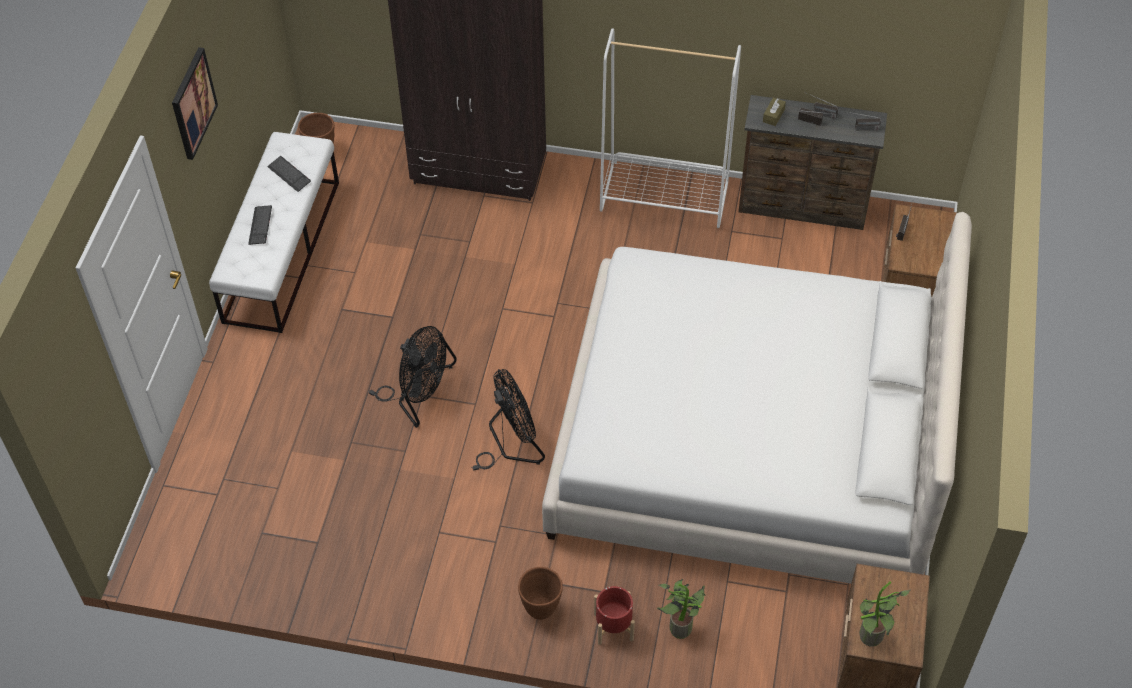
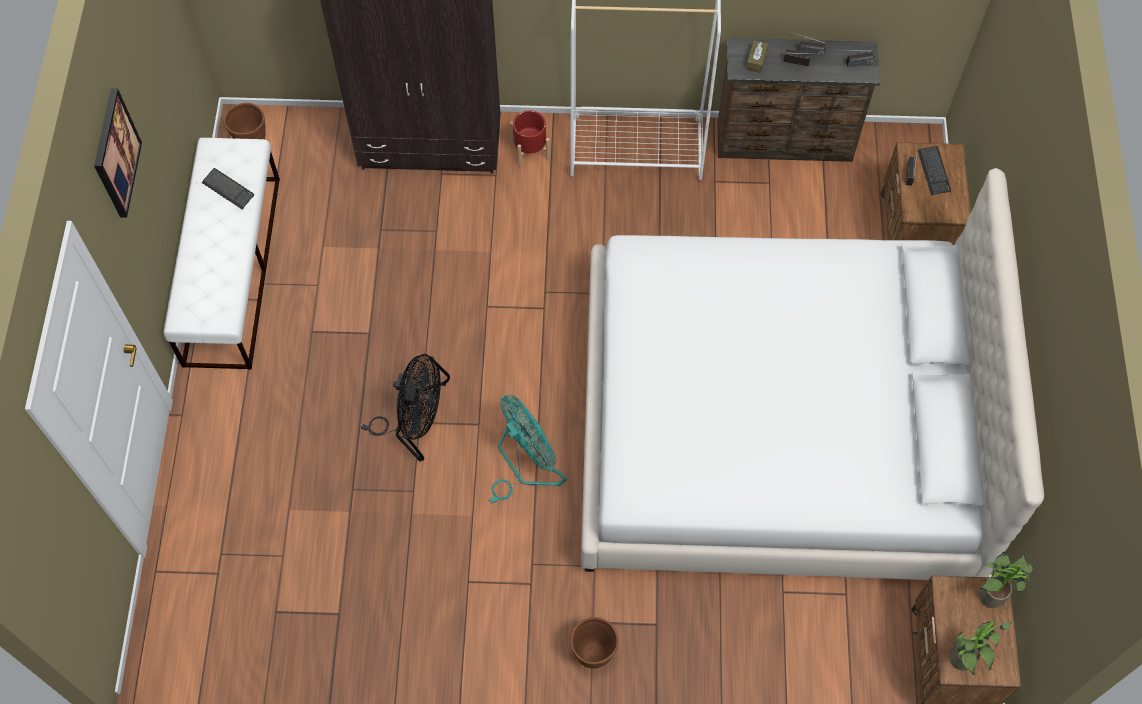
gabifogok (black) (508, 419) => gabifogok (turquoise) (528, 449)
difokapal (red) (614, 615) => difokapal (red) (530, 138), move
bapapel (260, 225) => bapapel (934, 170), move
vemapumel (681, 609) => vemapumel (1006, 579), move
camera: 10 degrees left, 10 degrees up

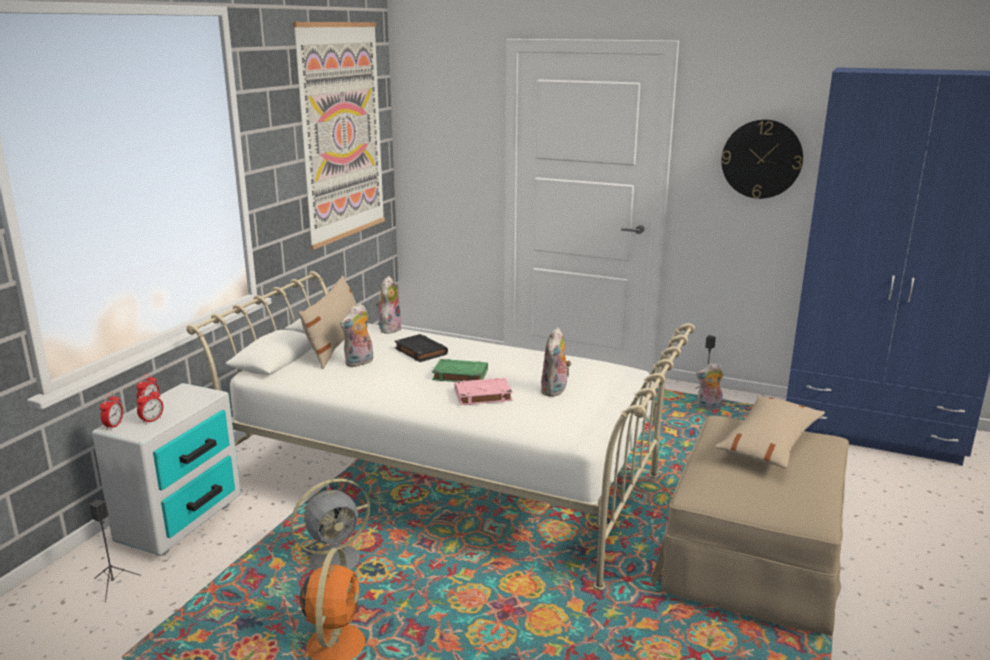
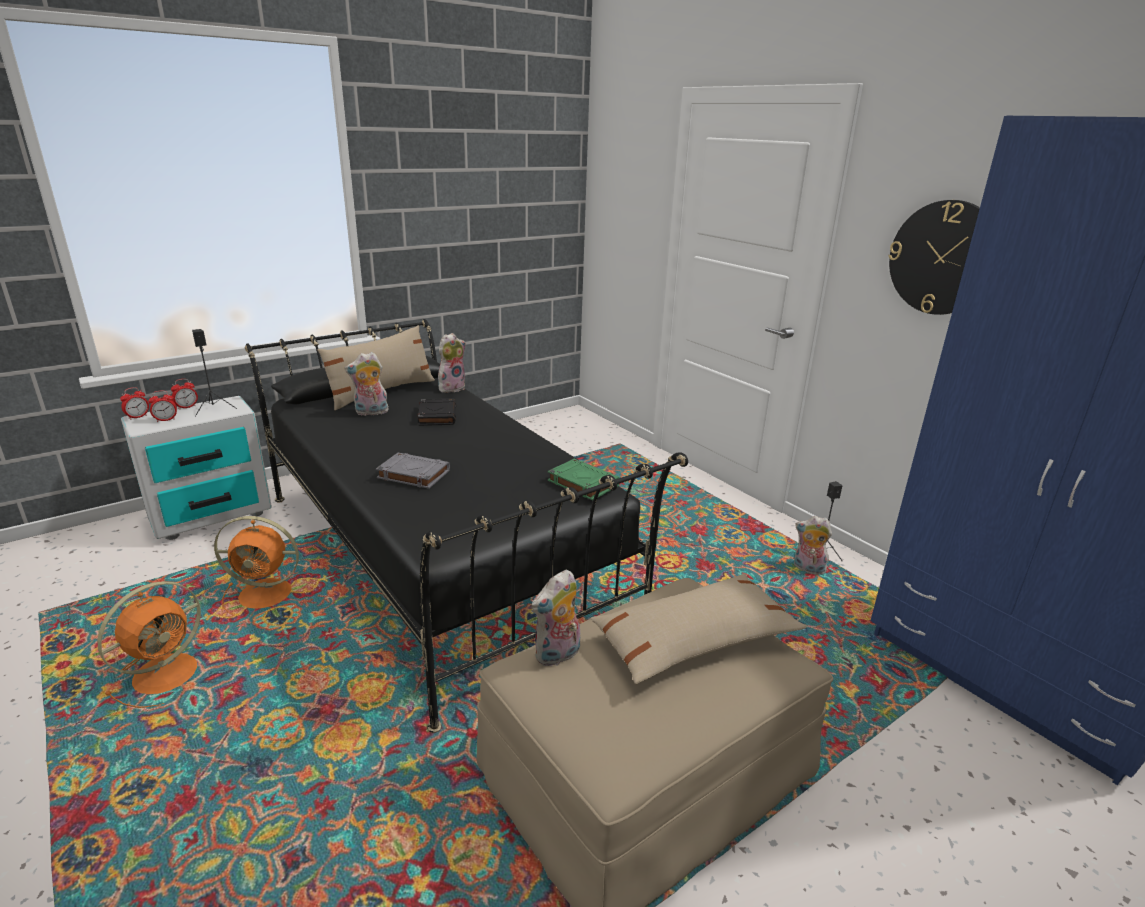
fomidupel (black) (115, 551) => fomidupel (black) (214, 373), move
gabifogok (grey) (329, 529) => gabifogok (orange) (256, 565)
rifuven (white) (440, 430) => rifuven (black) (466, 526)
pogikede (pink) (483, 391) => pogikede (grey) (413, 471)
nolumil (556, 362) => nolumil (555, 618), move
pogikede (green) (460, 370) => pogikede (green) (584, 479), move
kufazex (338, 136) => nothing
camera: 30 degrees right, 5 degrees up

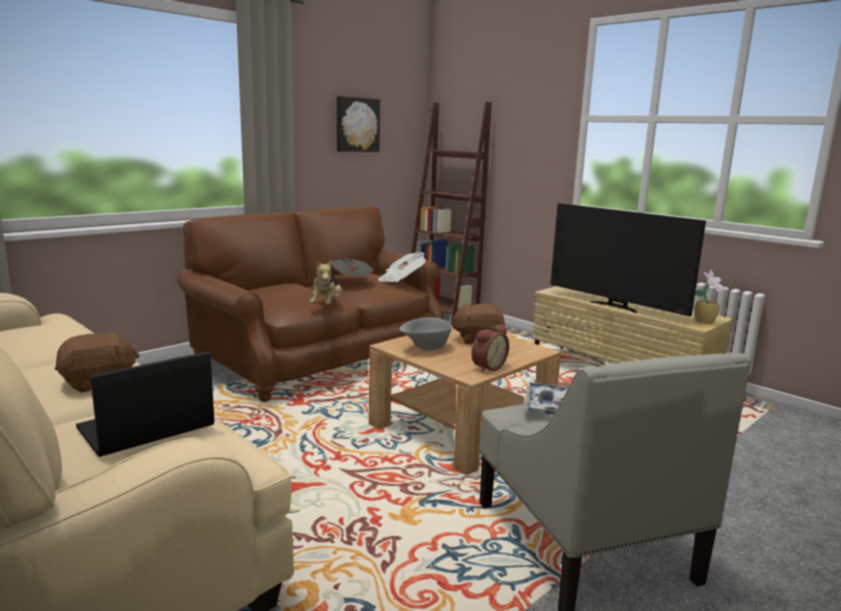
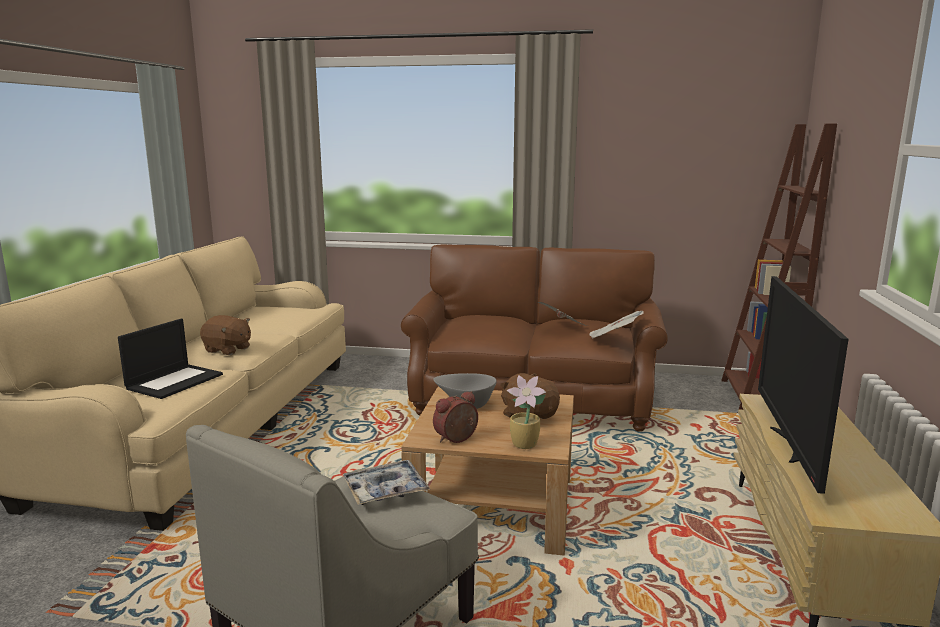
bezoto (145, 404) => bezoto (170, 359), 105 degrees clockwise
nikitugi (490, 348) => nikitugi (455, 417), 135 degrees clockwise
vemapumel (710, 297) => vemapumel (526, 412), move
nolumil (326, 282) => nothing
kufazex (358, 124) => nothing
camera: 55 degrees right, 0 degrees up

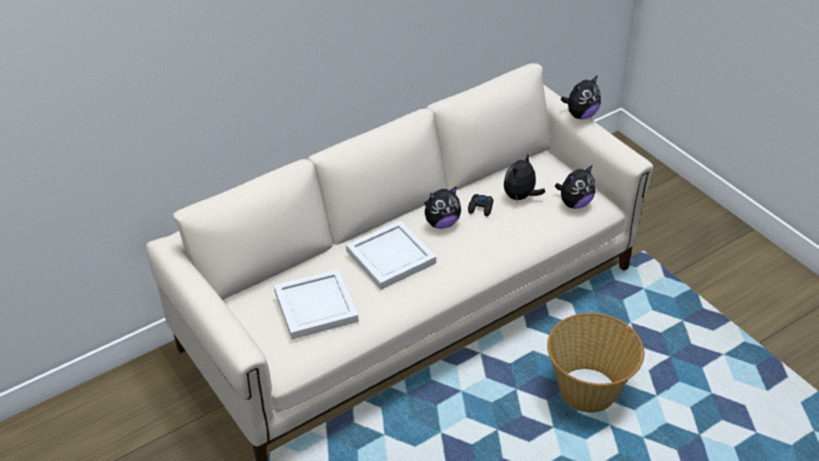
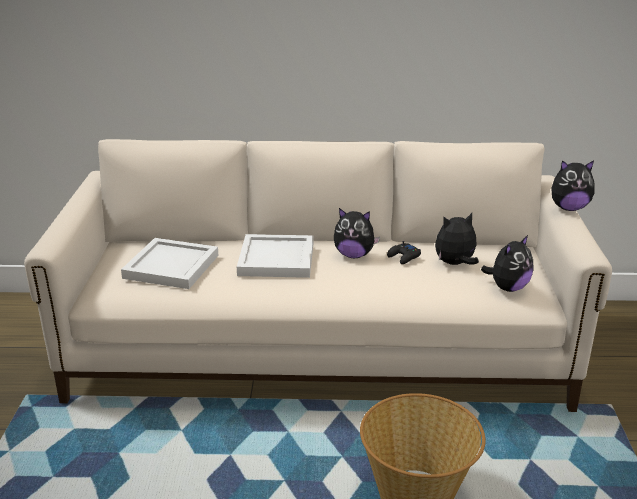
nolumil (575, 187) => nolumil (507, 263), 45 degrees counterclockwise
camera: 35 degrees right, 15 degrees down

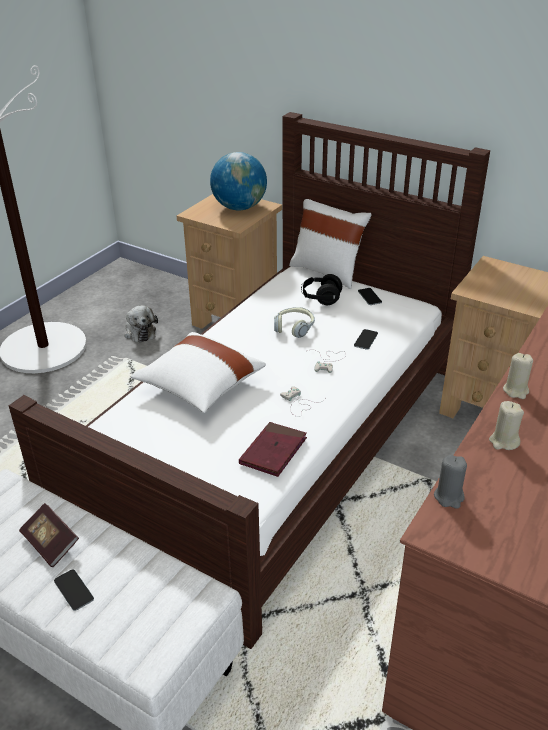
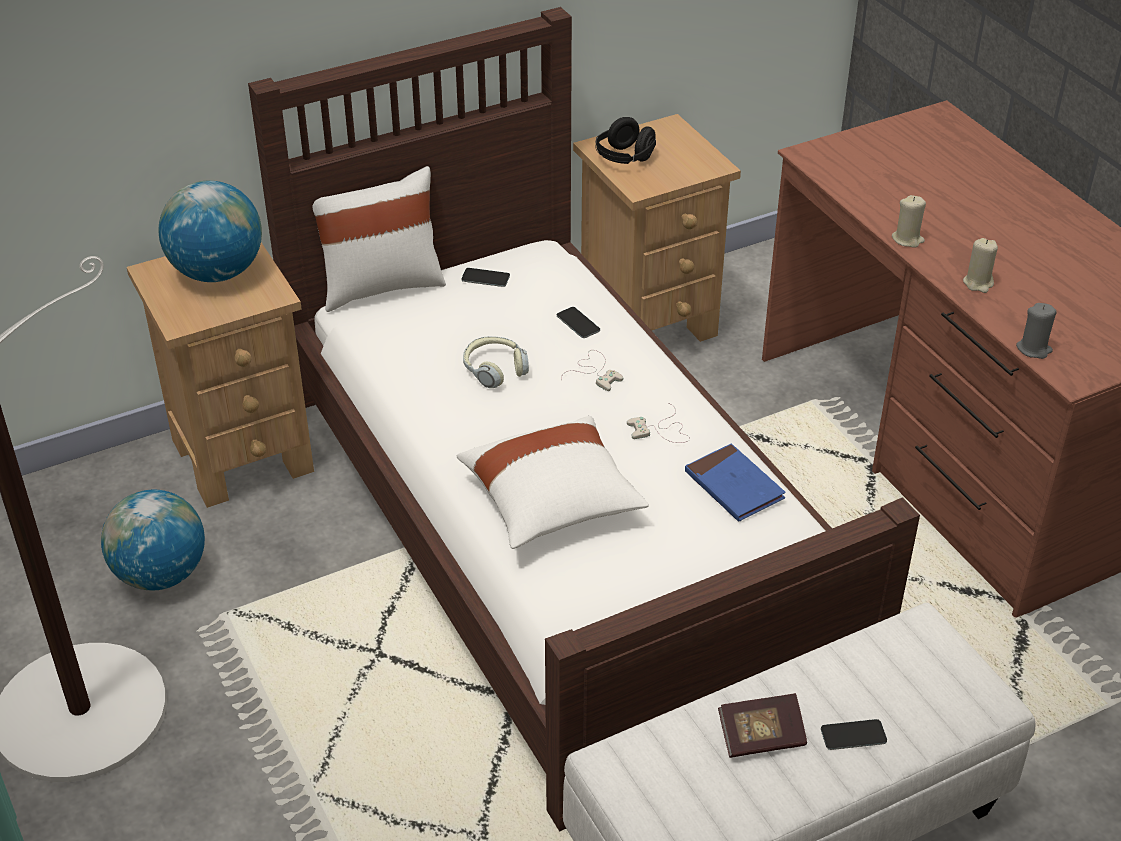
nolumil (141, 324) => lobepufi (153, 540)
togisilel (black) (321, 289) => togisilel (black) (626, 140), move
pogikede (red) (273, 449) => pogikede (blue) (735, 482)
camera: 60 degrees left, 5 degrees up

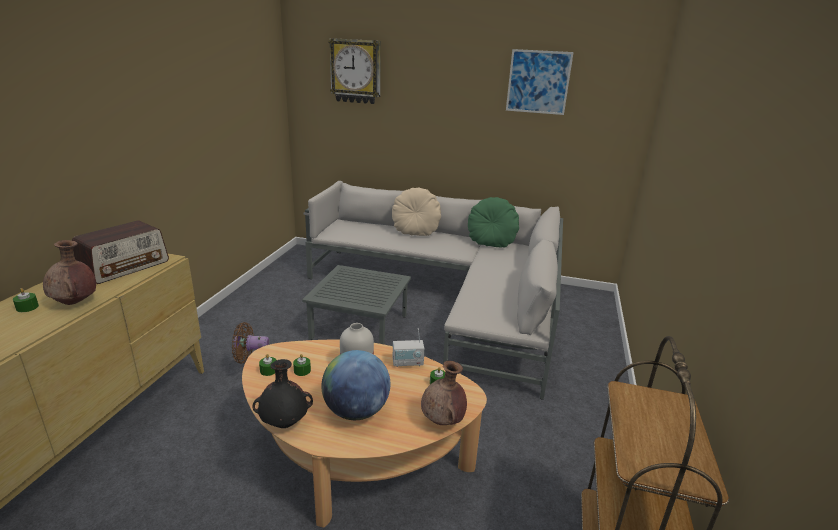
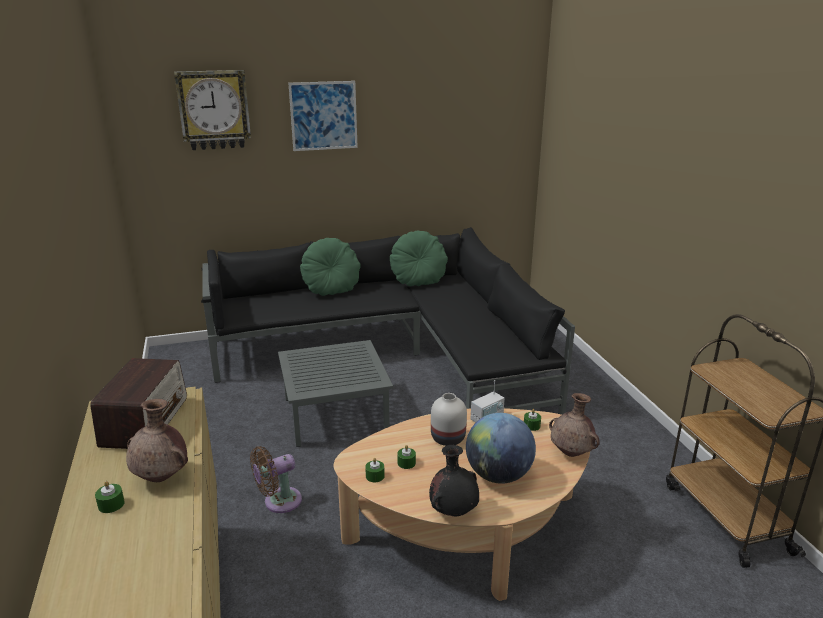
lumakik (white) (432, 290) => lumakik (black) (388, 337)
kufazex (540, 82) => kufazex (323, 116), move
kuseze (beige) (416, 212) => kuseze (green) (330, 267)
camera: 30 degrees left, 0 degrees up

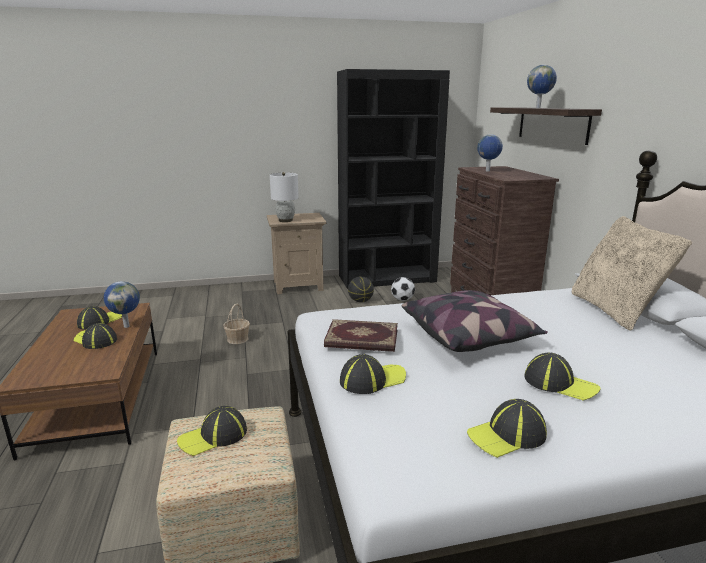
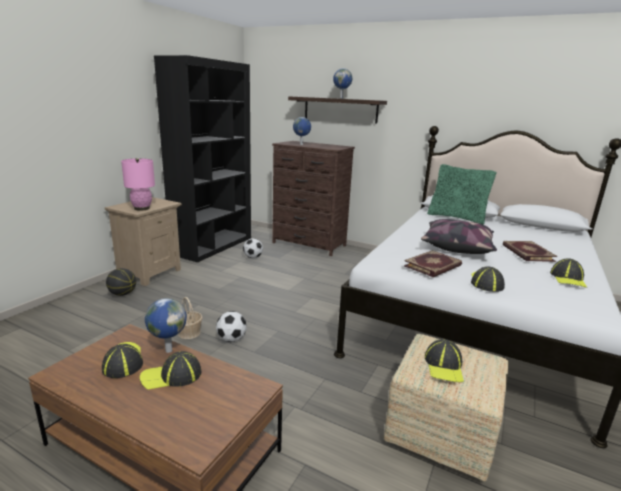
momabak (361, 289) => momabak (121, 282), move
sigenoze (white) (284, 197) => sigenoze (pink) (138, 184)
nothing => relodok (231, 326)
kuseze (beige) (631, 273) => kuseze (green) (462, 194)
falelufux (562, 376) => pogikede (530, 251)
camera: 50 degrees left, 0 degrees up

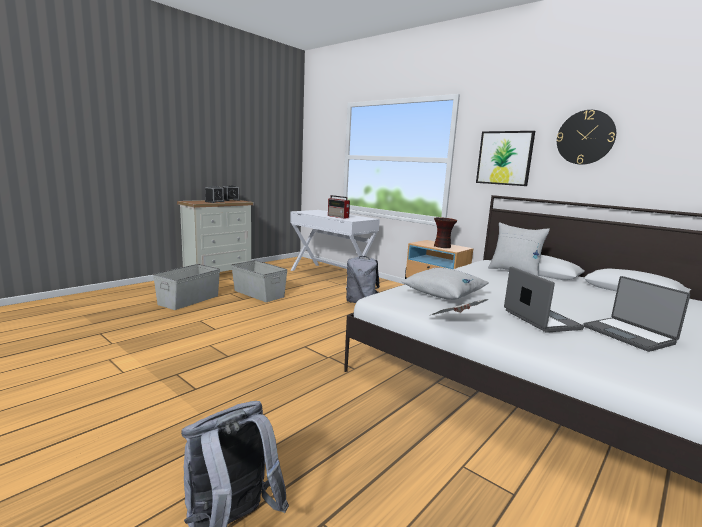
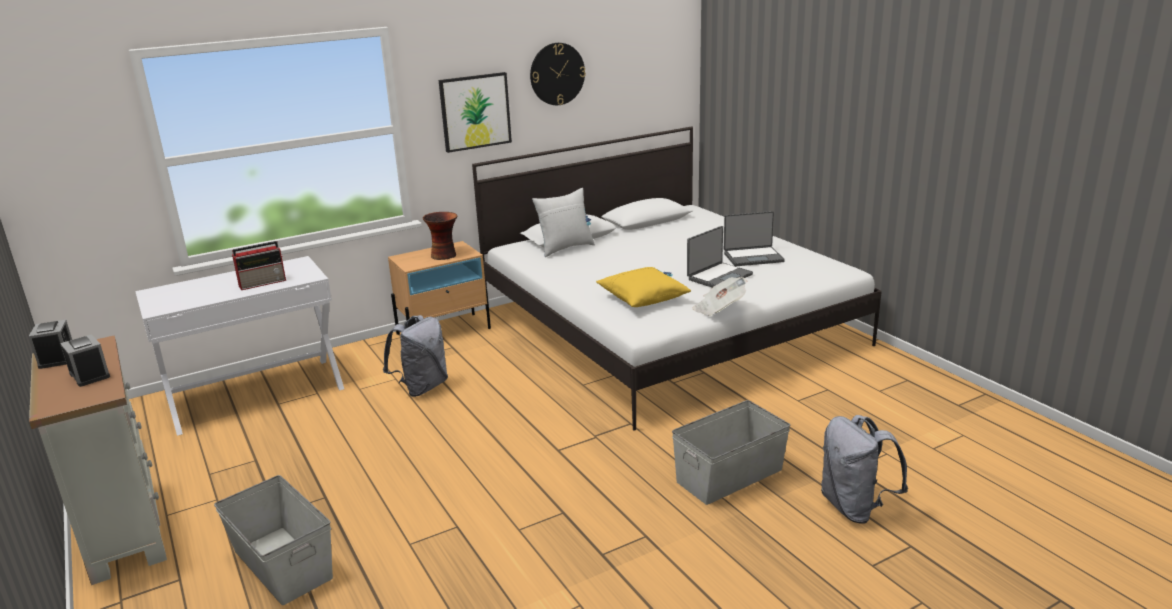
kuseze (grey) (445, 283) => kuseze (yellow) (643, 287)
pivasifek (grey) (259, 281) => pivasifek (grey) (731, 452), move
bezoto (544, 300) => bezoto (720, 256), 135 degrees clockwise
camera: 70 degrees left, 10 degrees up

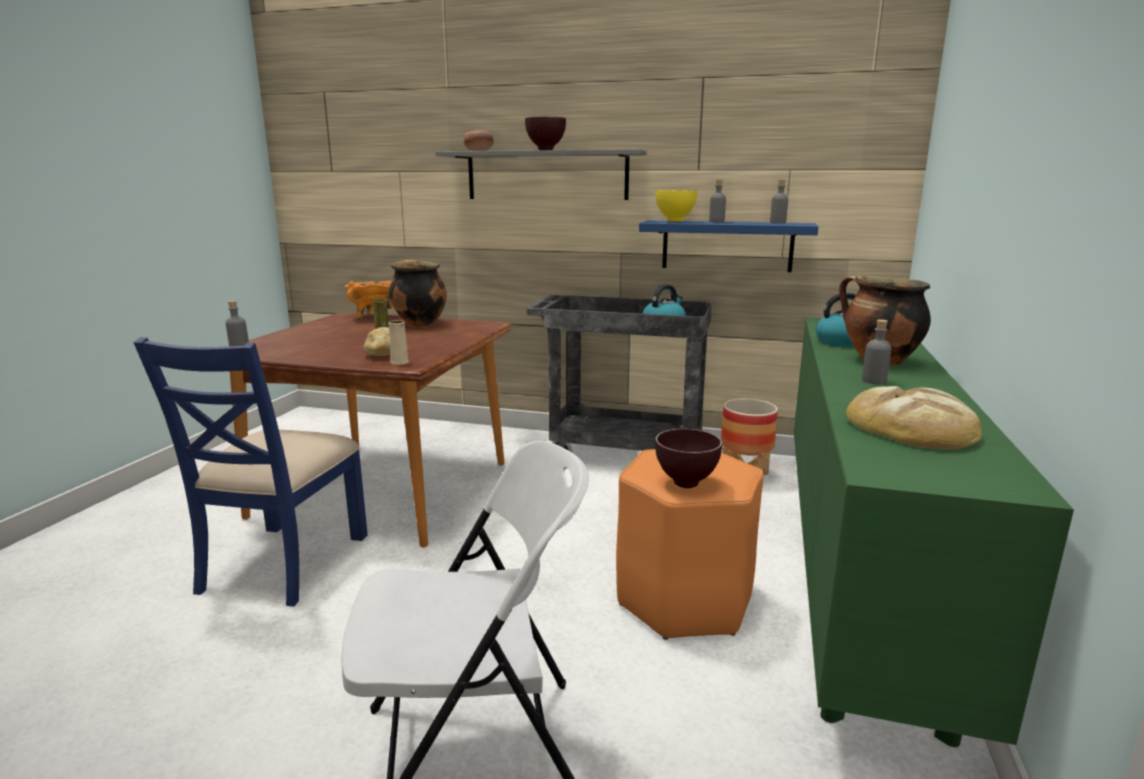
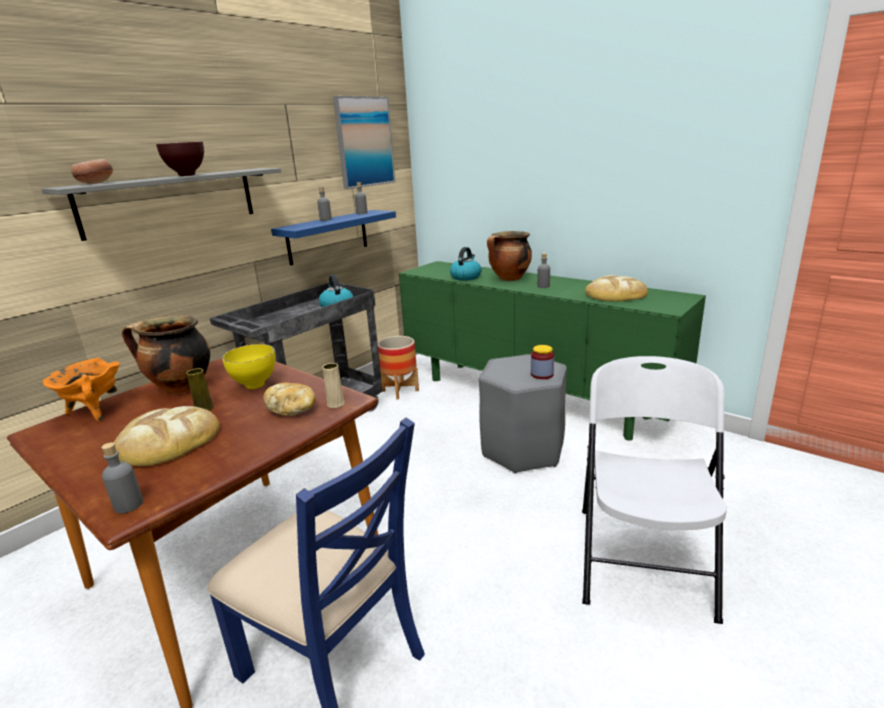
nothing => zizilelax (167, 436)
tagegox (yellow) (676, 206) => tagegox (yellow) (249, 366), move
nothing => kufazex (364, 142)
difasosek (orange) (690, 544) => difasosek (grey) (523, 414)
tagegox (brown) (688, 458) => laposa (542, 362)
camera: 65 degrees left, 5 degrees up

